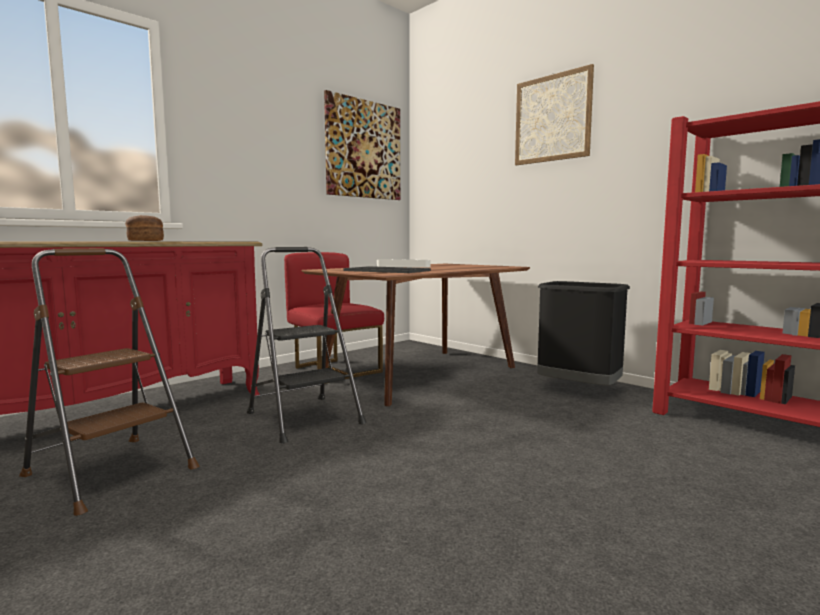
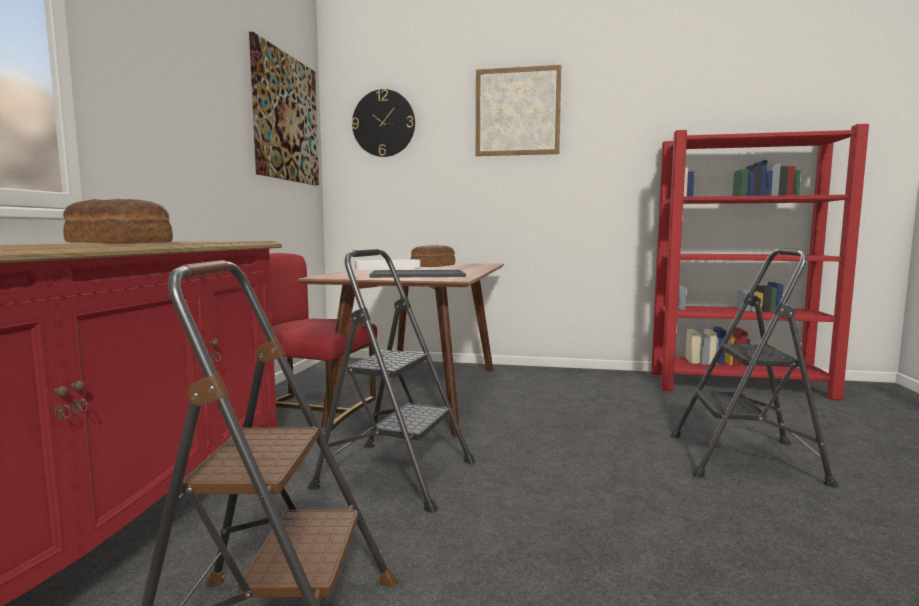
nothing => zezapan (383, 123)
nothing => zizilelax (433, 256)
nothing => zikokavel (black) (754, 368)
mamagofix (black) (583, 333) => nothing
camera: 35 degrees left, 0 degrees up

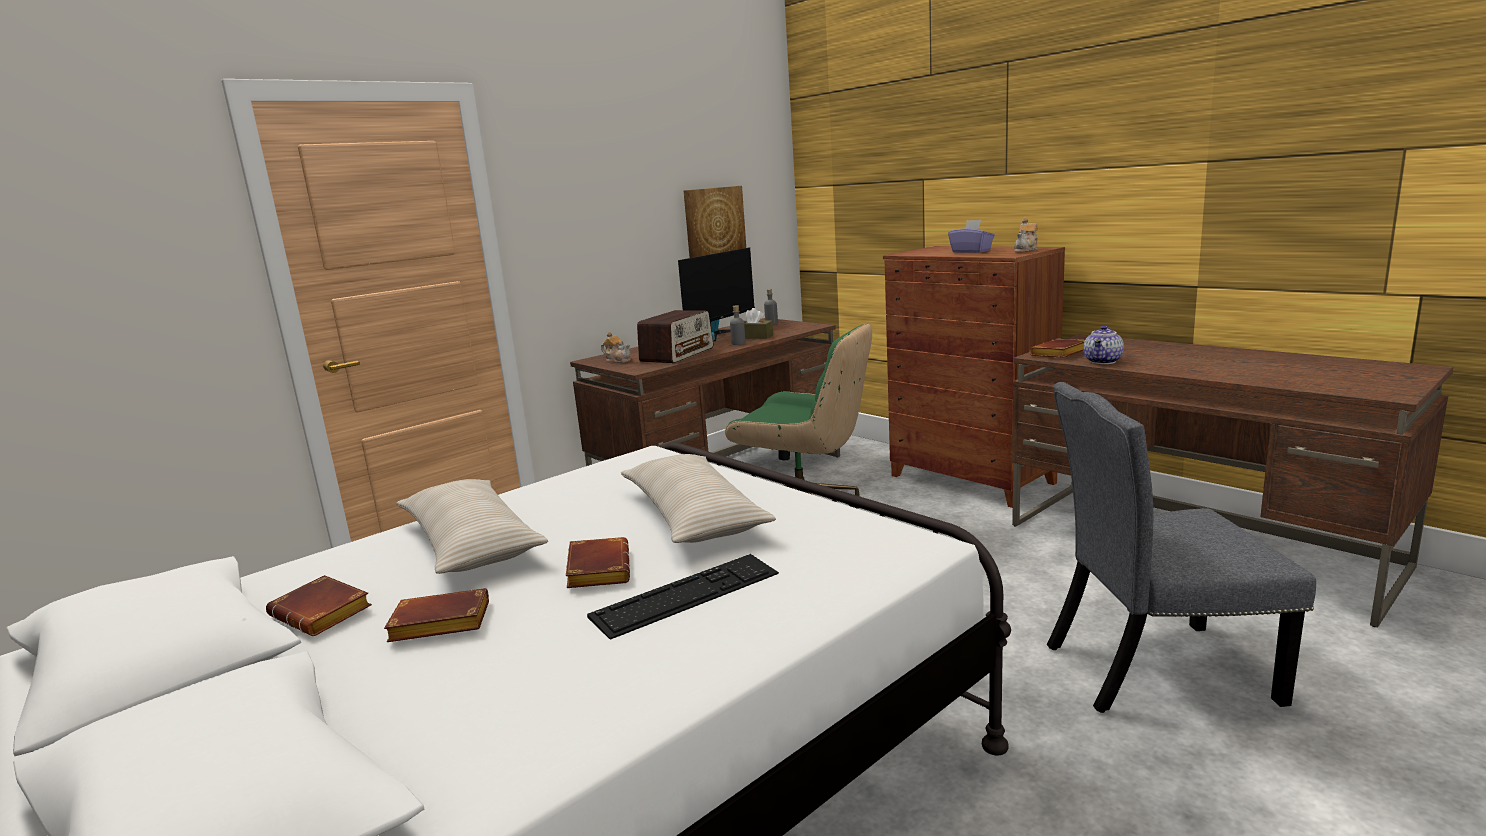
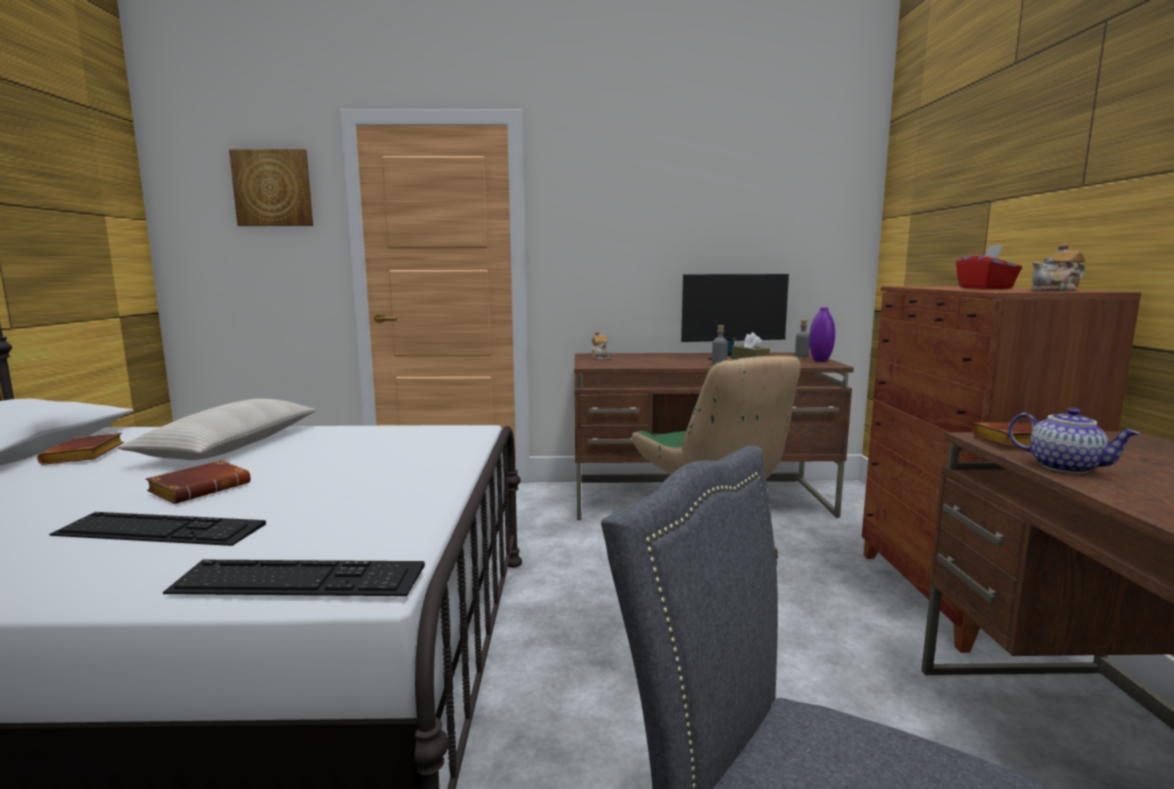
nothing => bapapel (294, 578)
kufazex (715, 222) => kufazex (271, 187), move
nothing => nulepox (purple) (822, 334)
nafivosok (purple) (971, 236) => nafivosok (red) (989, 267)
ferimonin (1103, 344) => ferimonin (1074, 441), 120 degrees counterclockwise
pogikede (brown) (436, 615) => nothing
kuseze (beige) (698, 498) => nothing
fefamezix (675, 336) => nothing
camera: 40 degrees right, 5 degrees down

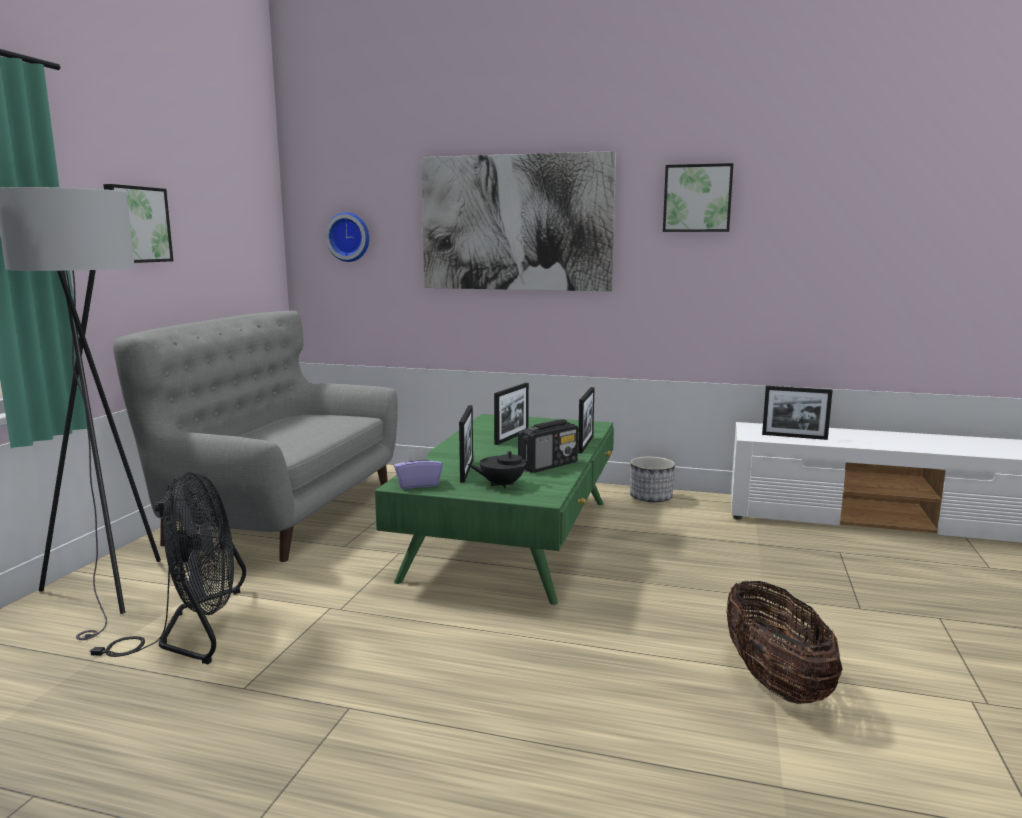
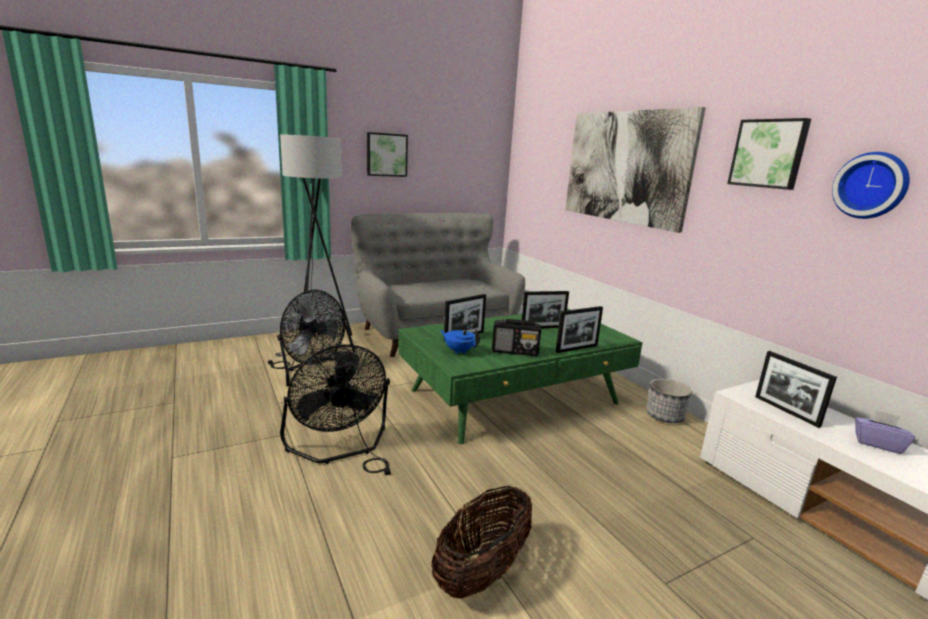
nothing => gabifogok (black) (335, 409)
ferimonin (black) (500, 466) => ferimonin (blue) (460, 341)
zezapan (347, 237) => zezapan (871, 185), move
nafivosok (purple) (418, 468) => nafivosok (purple) (885, 432), move
camera: 45 degrees right, 5 degrees up

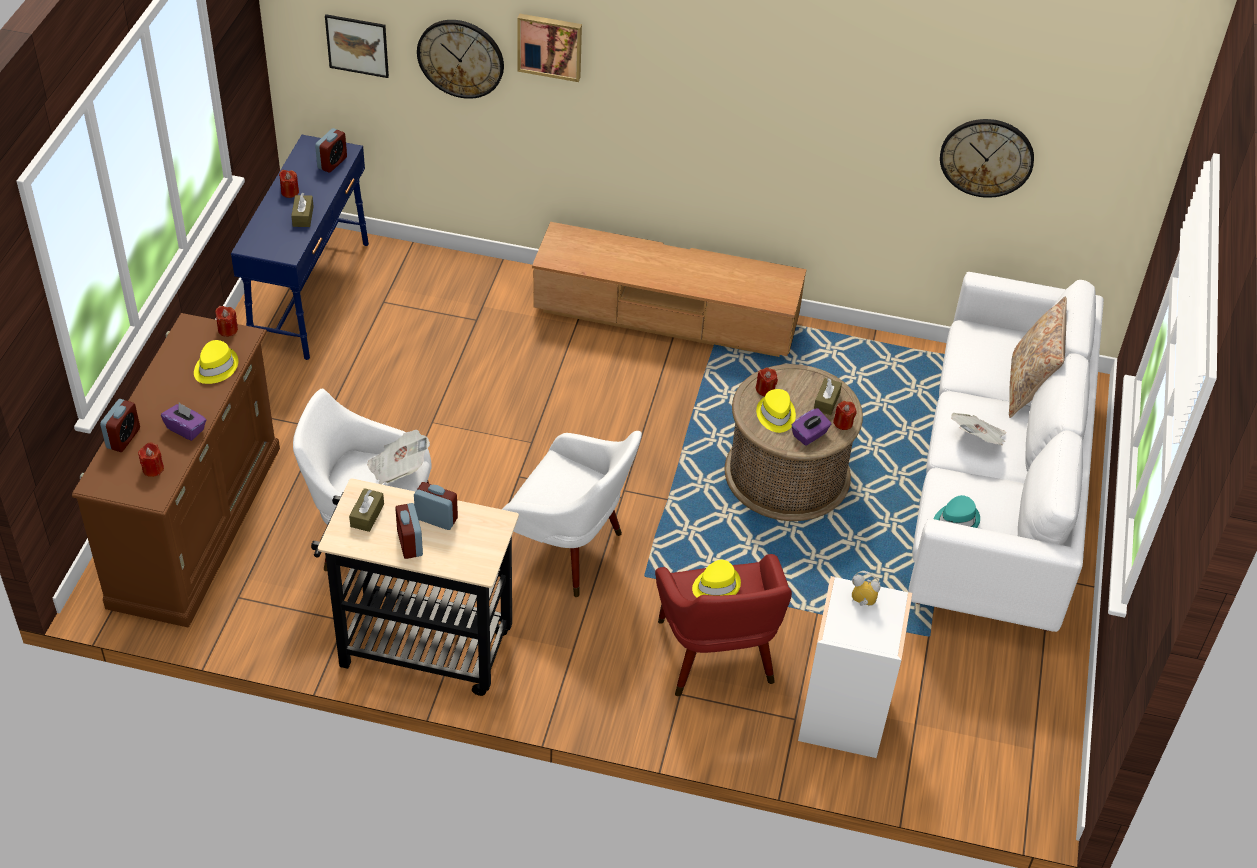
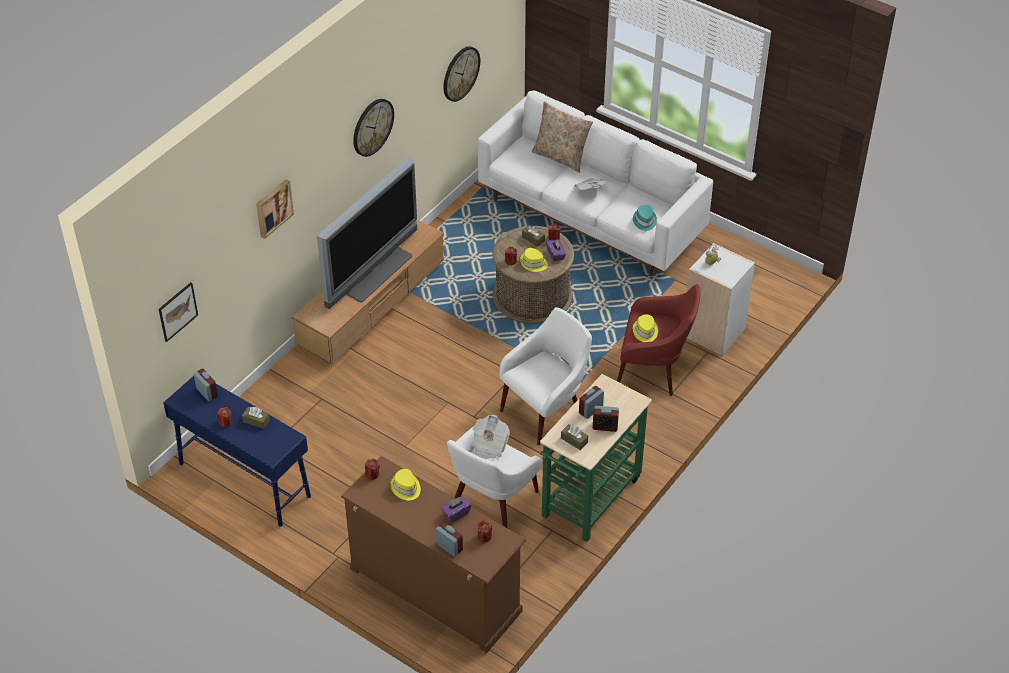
nothing => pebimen (367, 232)
zezapan (460, 59) => zezapan (373, 128), move
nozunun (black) (415, 587) => nozunun (green) (596, 458)
camera: 65 degrees left, 0 degrees up

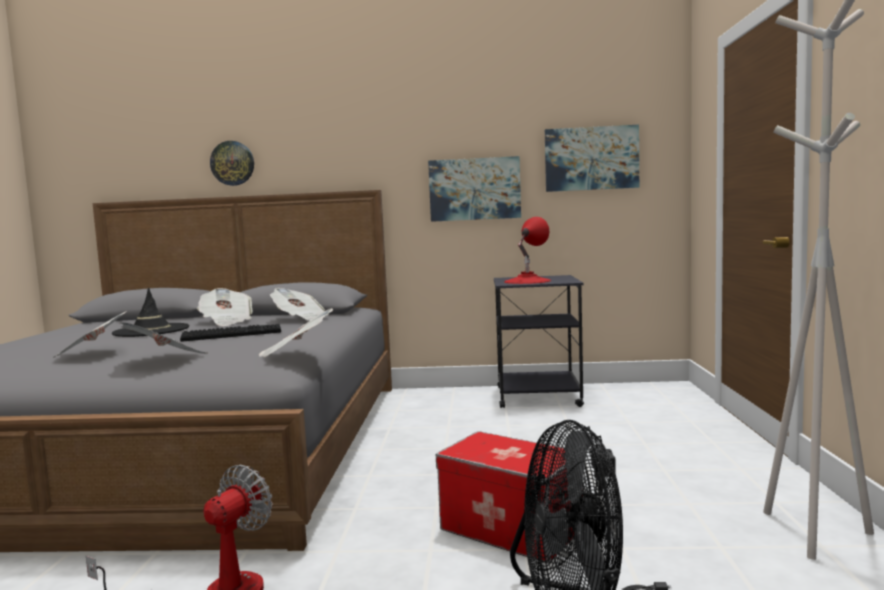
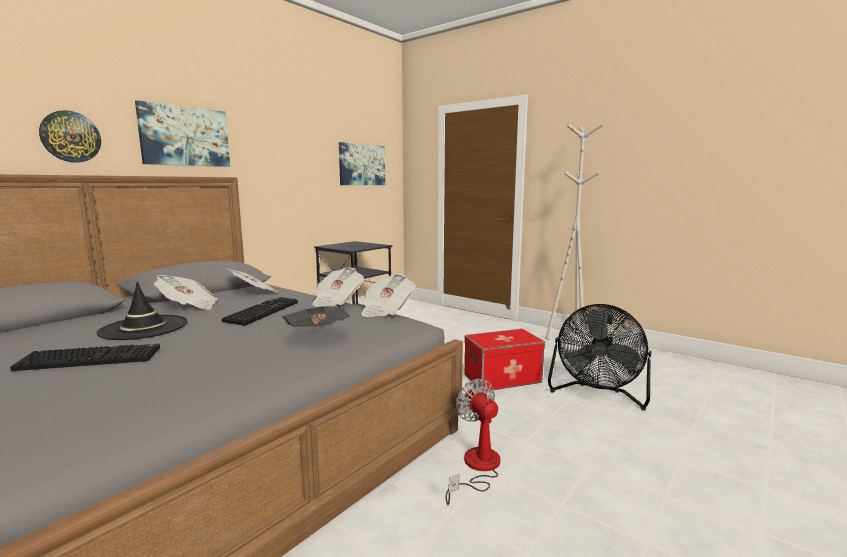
nothing => bapapel (85, 357)
kufazex (474, 189) => kufazex (182, 133), move
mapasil (89, 334) => mapasil (338, 287), move
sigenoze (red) (527, 250) => nothing
camera: 55 degrees left, 5 degrees up

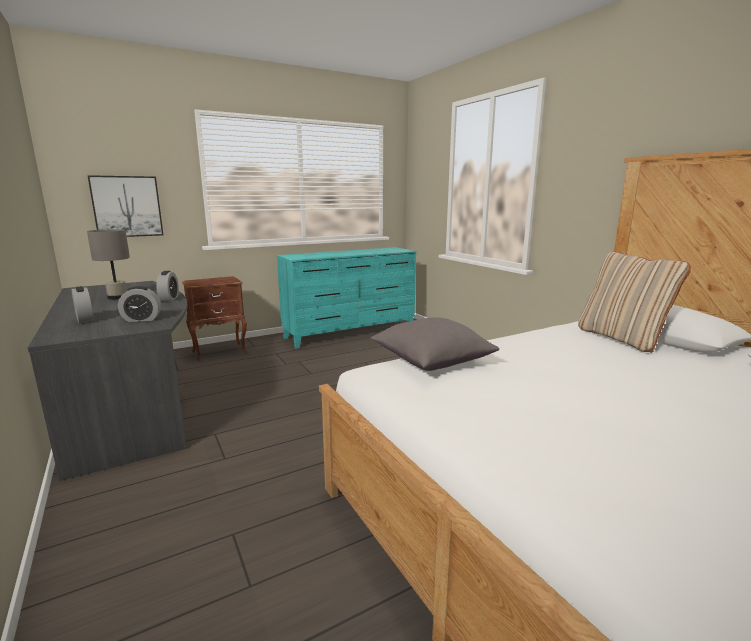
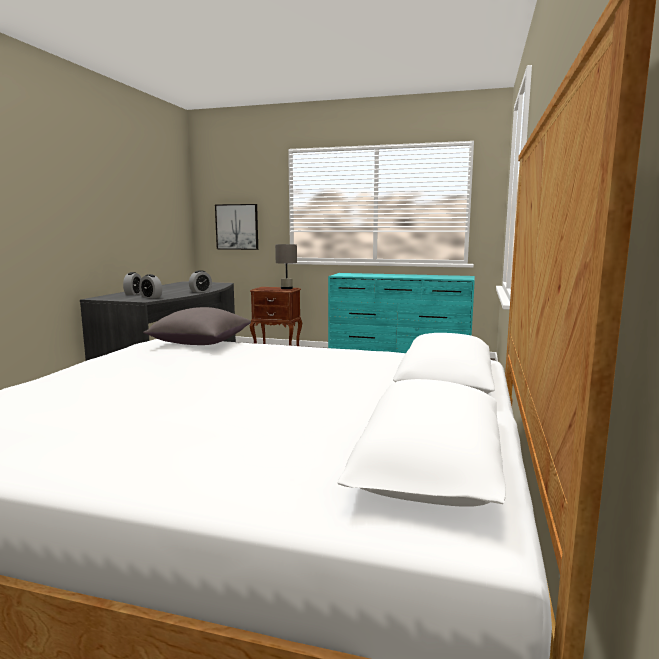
sigenoze (grey) (108, 264) => sigenoze (grey) (286, 266), move
kuseze (beige) (634, 302) => nothing
camera: 45 degrees right, 5 degrees down

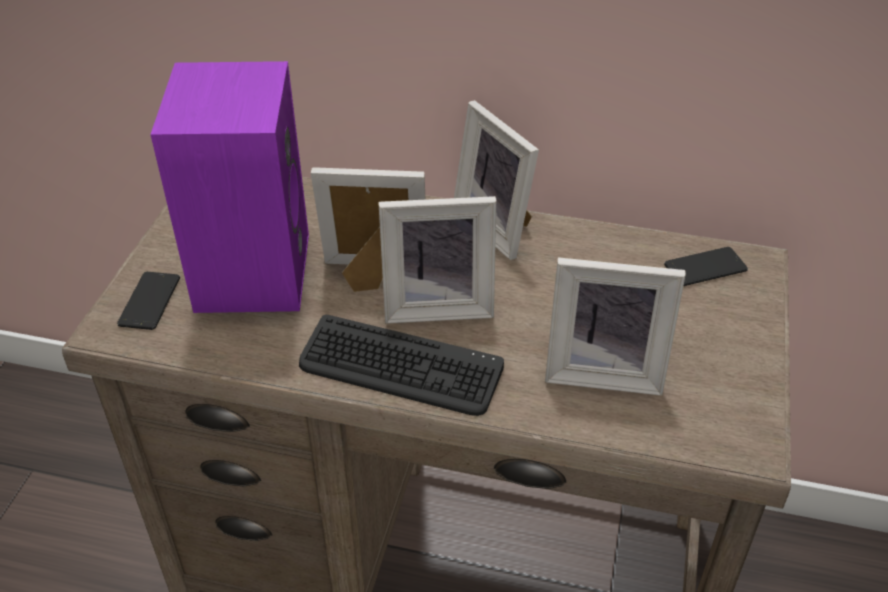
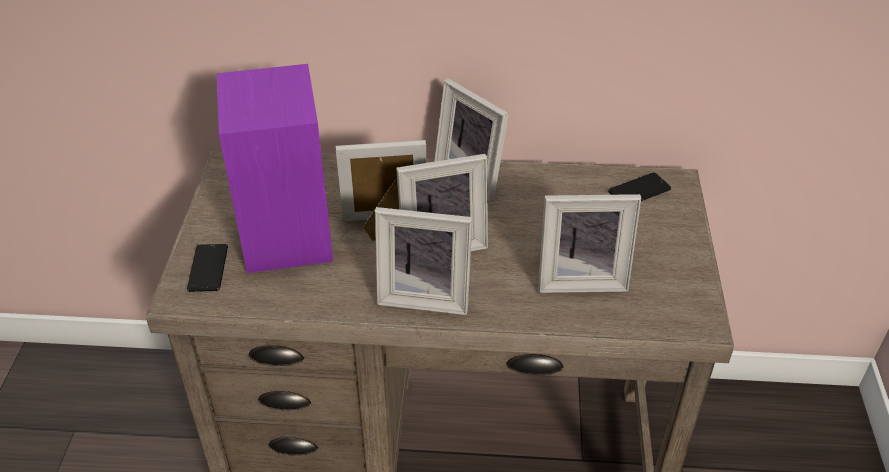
bapapel (401, 365) => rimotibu (424, 261)
camera: 10 degrees left, 0 degrees up

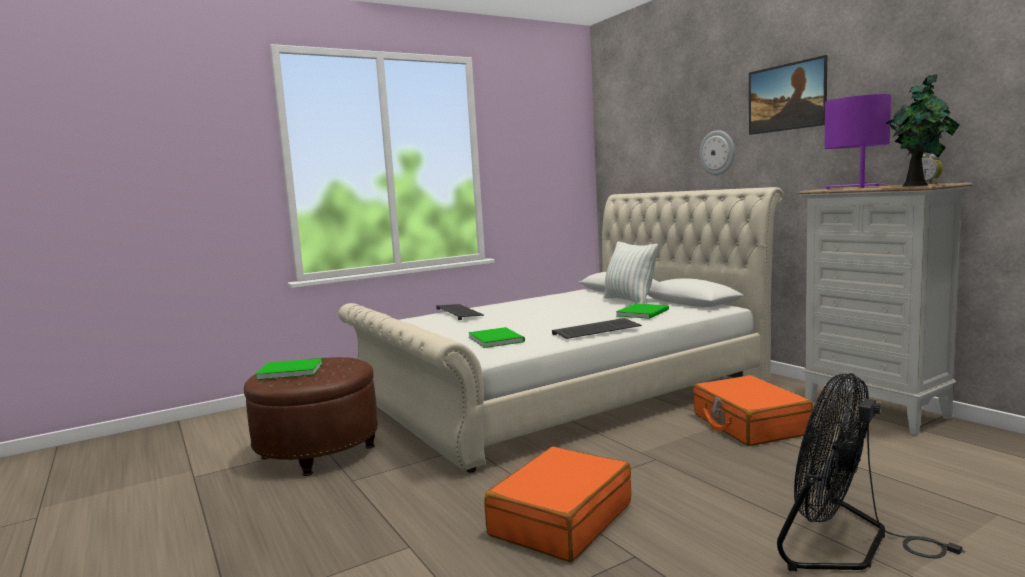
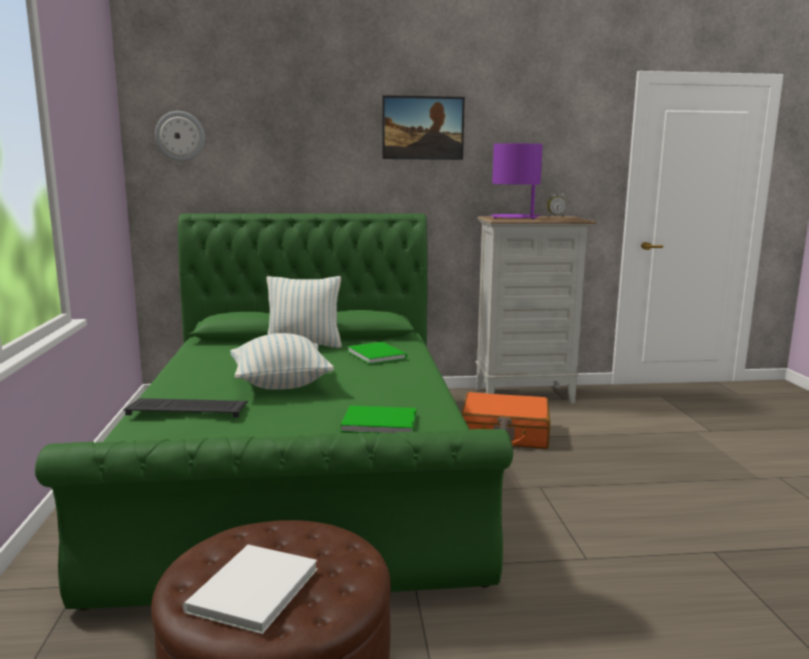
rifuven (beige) (561, 330) => rifuven (green) (274, 412)
zezapan (717, 152) => zezapan (180, 136), move
pogikede (green) (289, 369) => pogikede (white) (250, 589)
nothing => kuseze (282, 361)
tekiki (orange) (557, 504) => nothing
bapapel (597, 328) => nothing
gabifogok (black) (871, 472) => nothing
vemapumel (922, 130) => nothing
camera: 65 degrees left, 5 degrees up

